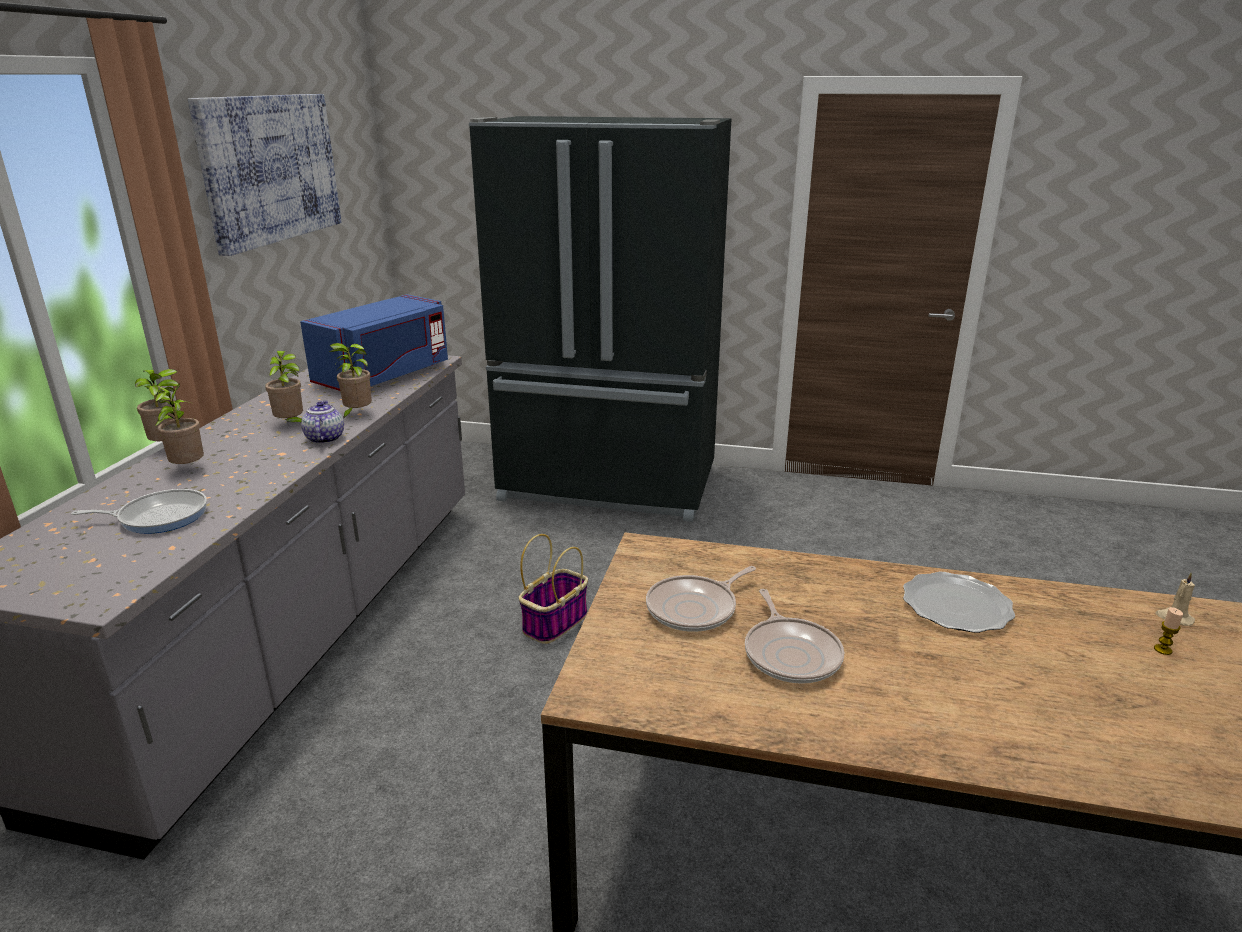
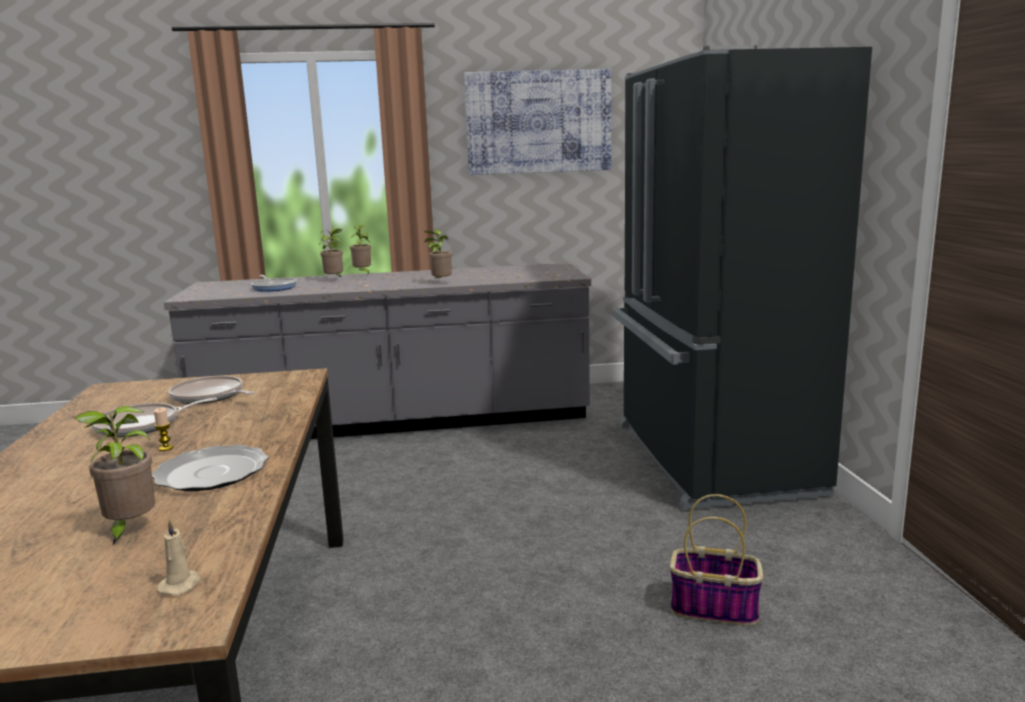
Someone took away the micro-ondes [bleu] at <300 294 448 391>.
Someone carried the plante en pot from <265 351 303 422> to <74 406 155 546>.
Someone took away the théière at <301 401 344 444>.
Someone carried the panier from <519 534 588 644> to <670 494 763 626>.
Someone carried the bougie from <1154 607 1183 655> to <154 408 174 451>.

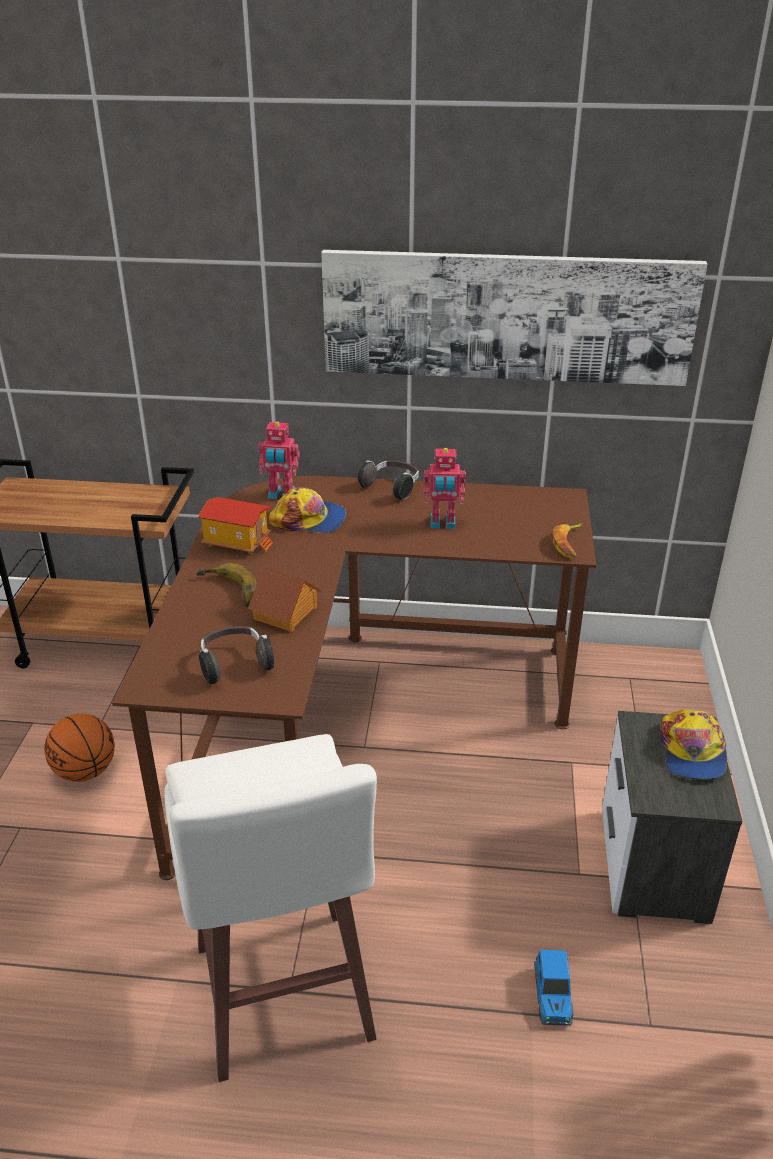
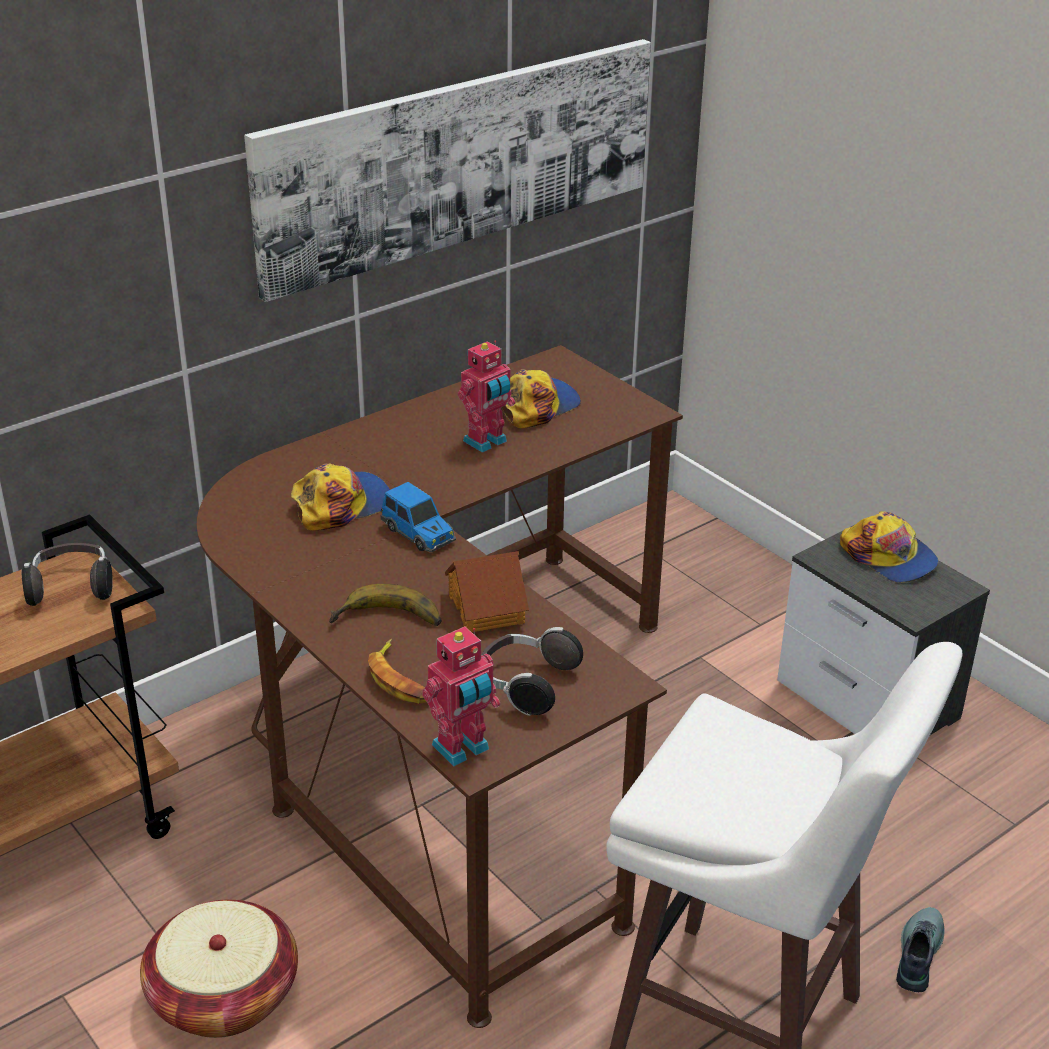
Someone carried the robot jouet from <258 421 300 499> to <422 627 500 766>.
Someone carried the casque audio from <358 460 419 500> to <22 543 113 606>.
Someone took away the maison miniature at <198 497 273 555>.
Someone carried the banane from <553 524 584 558> to <368 639 426 704>.
Someone swapped the ballon de basket at <44 714 115 782> for the panier at <140 900 298 1038>.
Someone carried the petite voiture from <534 950 573 1026> to <380 482 456 552>.
Someone put down the casquette at <501 369 581 428>.
Someone put down the chaussure at <896 907 945 992>.

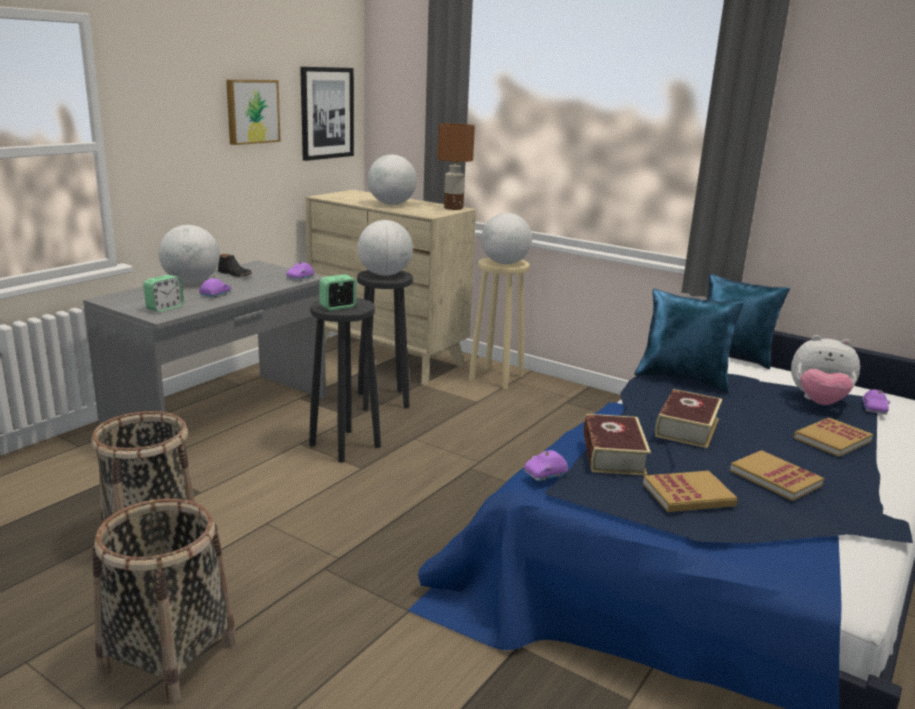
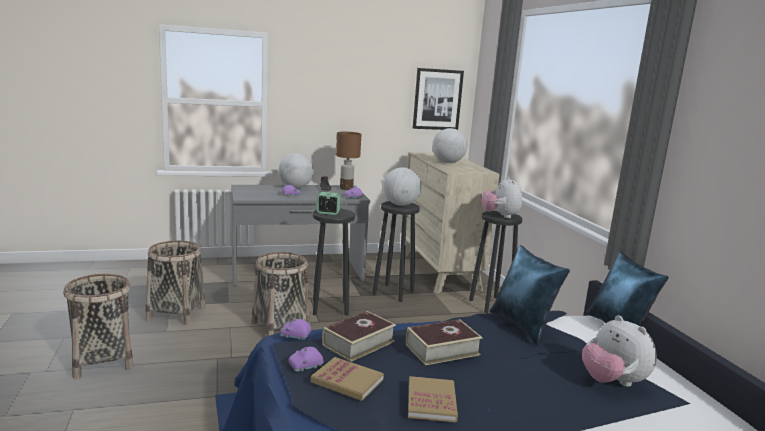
Someone took away the tableau at <226 80 281 145>.
Someone carried the lampe de table [marron] from <438 123 475 210> to <336 132 362 190>.
Someone swapped the globe at <481 213 532 264> for the peluche at <481 177 522 218>.
Someone repainted the tabouret [beige] at <469 257 530 389>, which became the tabouret [noir] at <469 211 522 313>.
Someone took away the réveil at <143 275 184 312>.
Someone carried the petite voiture [violet] from <862 389 890 415> to <289 347 324 372>.
Someone took away the livre at <794 417 873 457>.
Someone put down the panier at <252 252 310 336>.

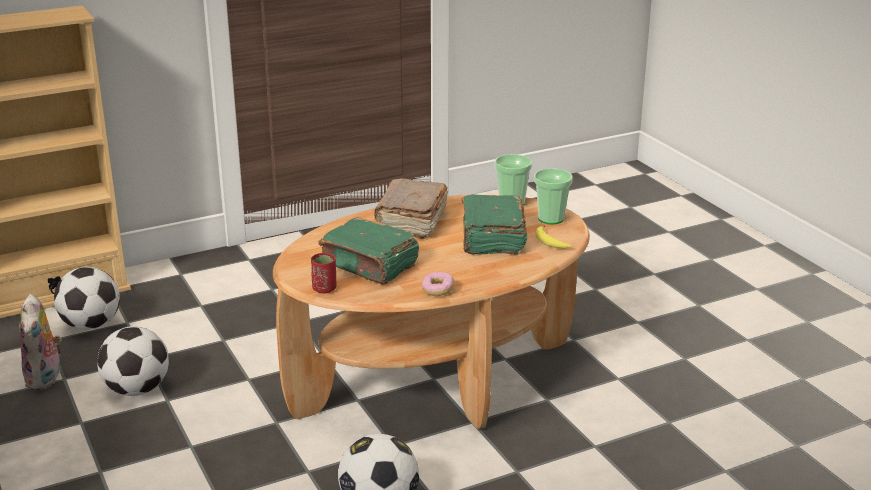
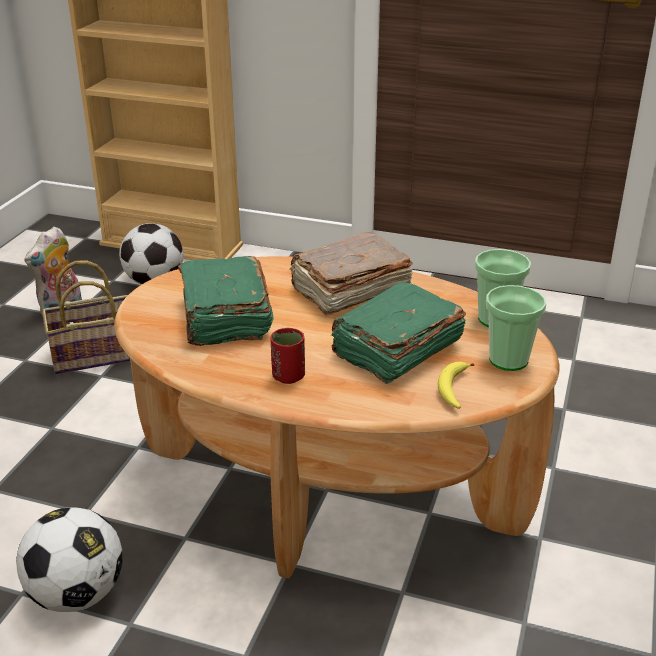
Someone carried the tasse [rouge] from <311 253 336 293> to <271 328 305 384>.
Someone took away the beignet at <422 272 454 296>.
Someone swapped the ballon de foot at <97 326 169 396> for the panier at <42 260 130 374>.

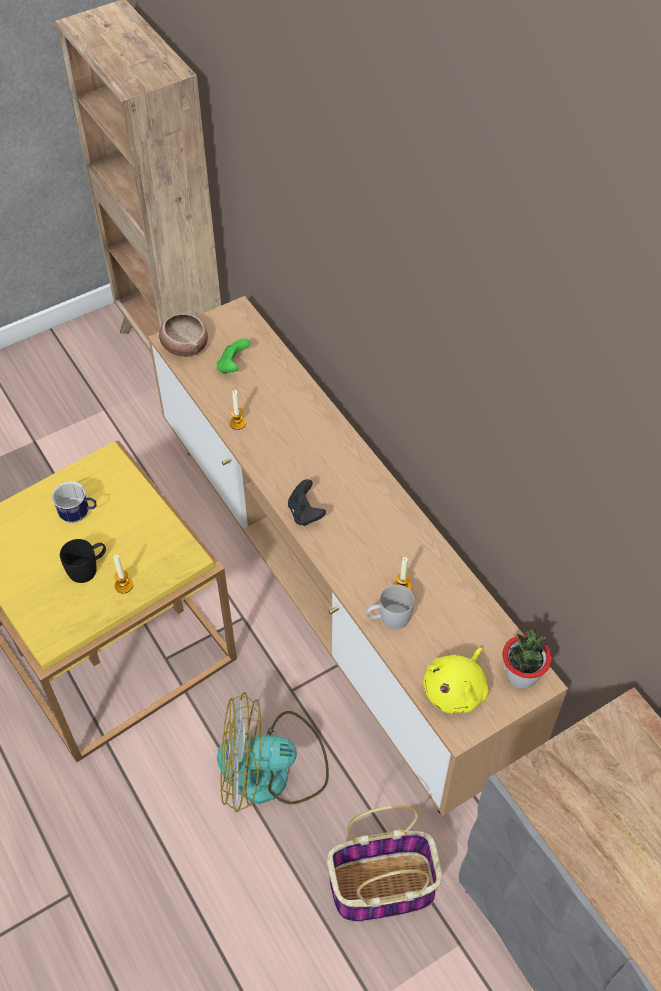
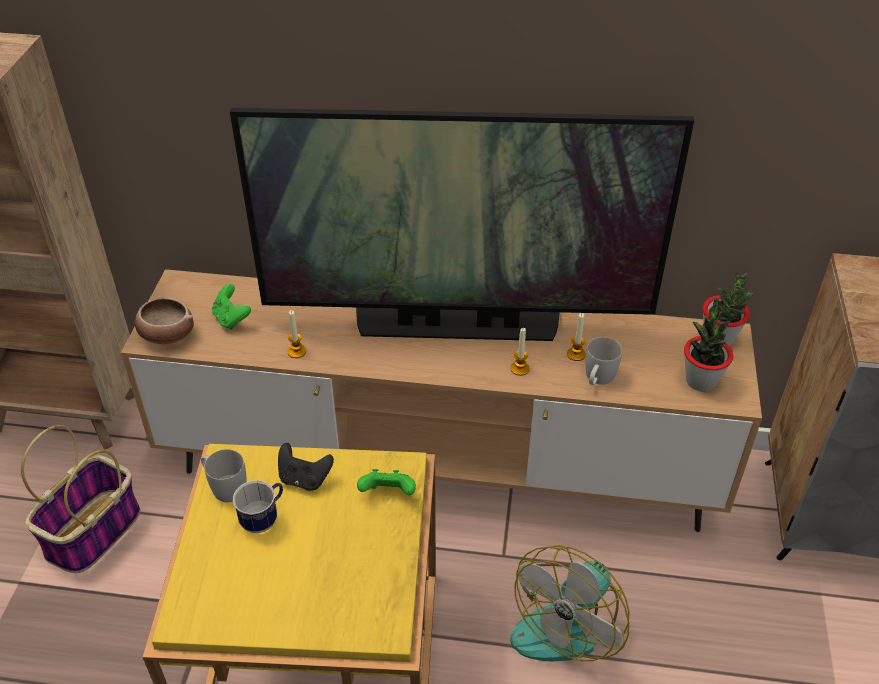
Someone carried the manette [noir] from <288 479 326 526> to <278 443 334 491>.
Someone took away the mug [noir] at <60 539 106 583>.
Someone carried the bougie from <114 555 133 593> to <511 328 530 376>.
Someone swapped the peluche [jaune] at <423 648 489 714> for the plante en pot at <684 298 733 392>.
Someone carried the panier from <327 805 442 922> to <21 425 141 573>.
Someone put down the téléviseur at <230 108 694 341>.
Someone put down the mug [blanc] at <201 449 247 502>.
Someone put down the manette [vert] at <357 469 416 495>.

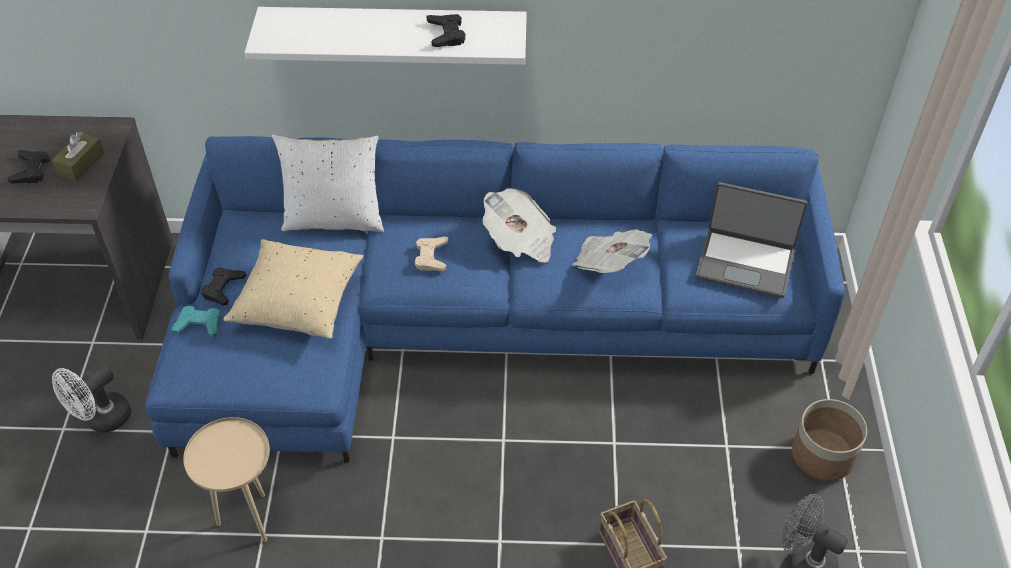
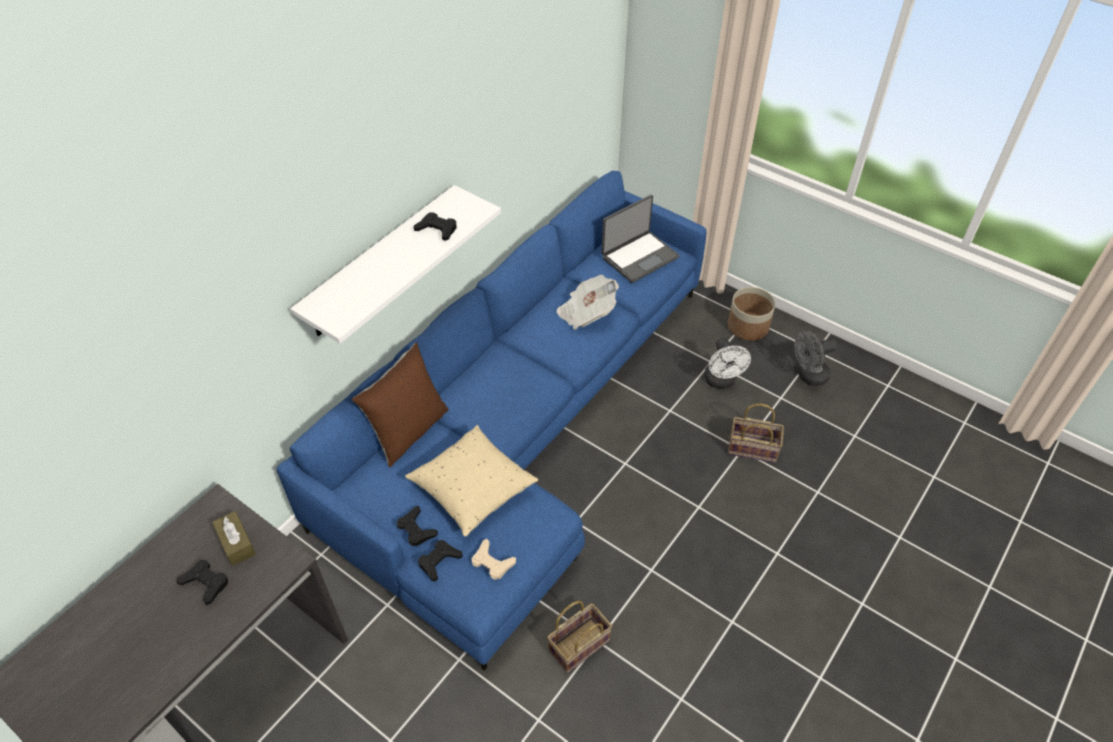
Someone repainted the coussin [blanc] at <272 134 384 232>, which became the coussin [marron] at <352 342 449 467>.
Someone took away the journal at <482 188 556 263>.
Someone carried the manette [beige] from <415 236 448 271> to <471 539 516 580>.
Someone repainted the manette [turquoise] at <171 306 221 337>, which became the manette [noir] at <418 540 463 582>.
Someone carried the ventilateur [blanc] from <52 365 131 433> to <704 338 751 389>.
Someone swapped the table d'appoint [beige] at <183 417 270 543> for the panier at <547 600 612 674>.

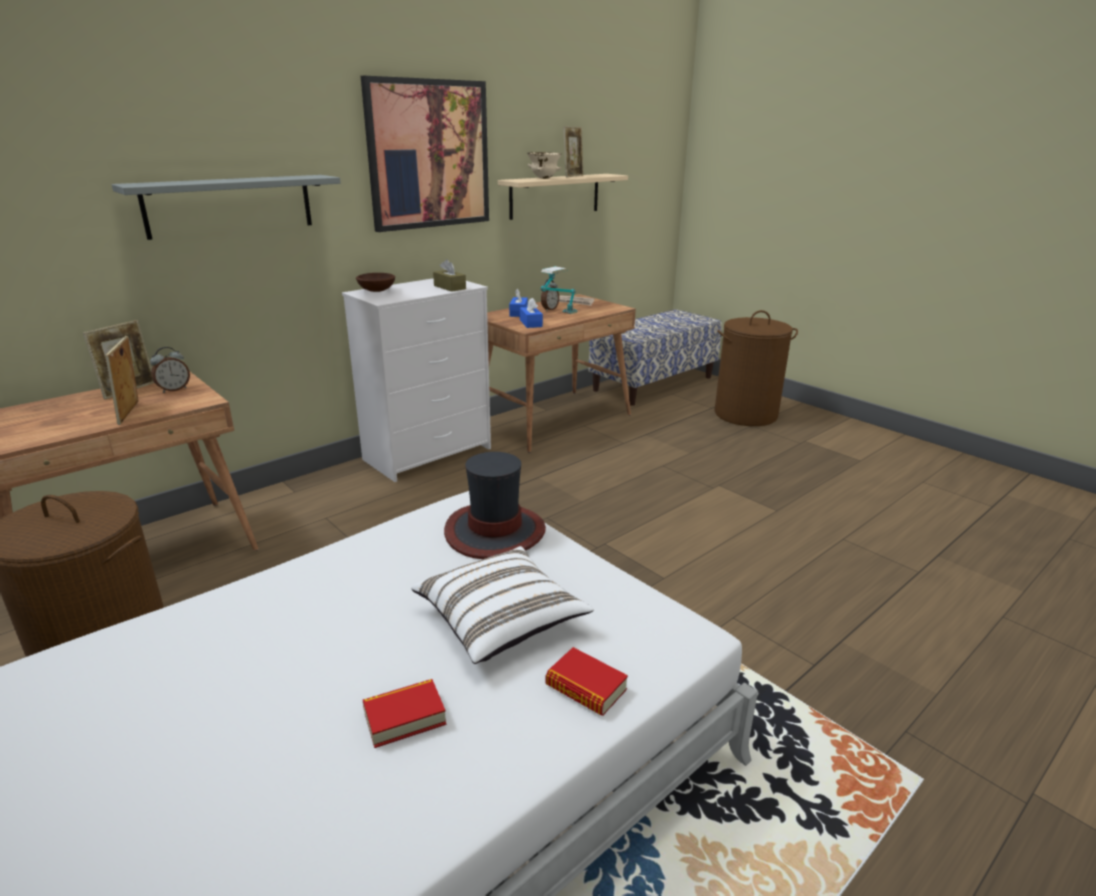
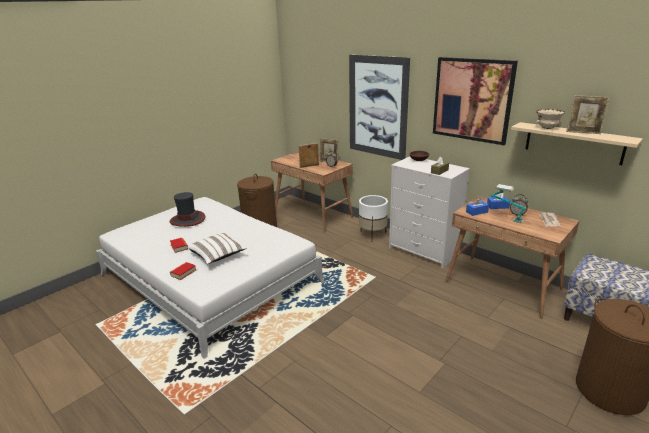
Someone swapped the étagère [gris] at <112 175 341 240> for the tableau at <349 55 410 160>.
Someone carried the chapeau from <444 452 546 559> to <170 192 205 227>.
Someone put down the cache-pot [blanc] at <359 195 388 233>.

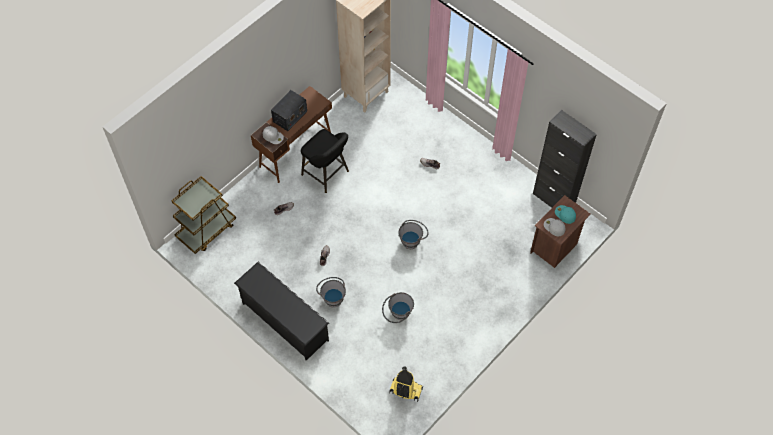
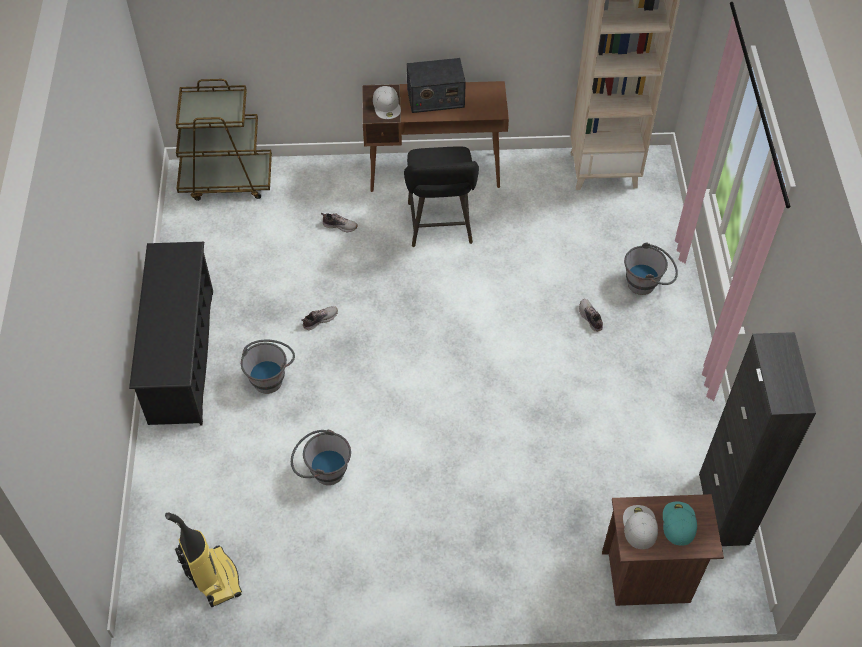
Someone carried the seau [gris] from <398 220 429 249> to <624 242 678 295>.

